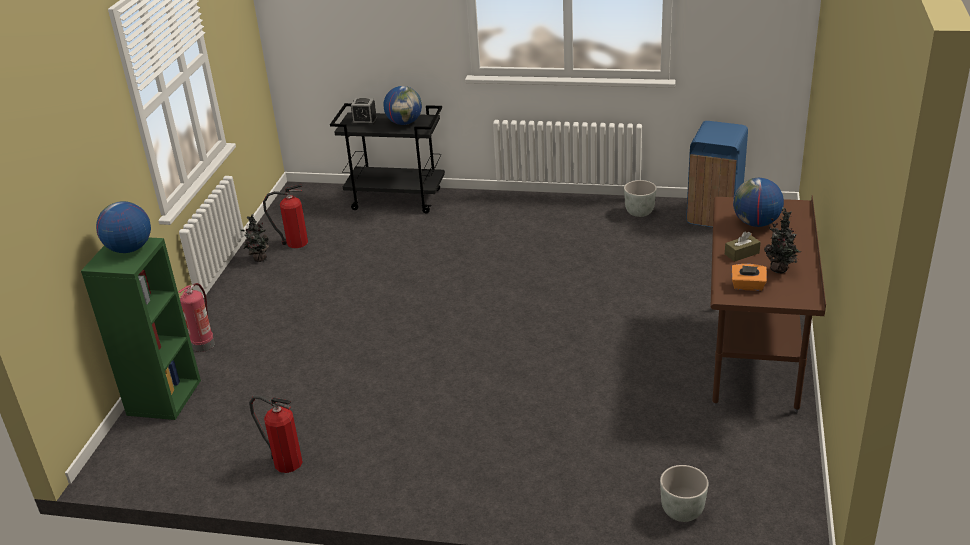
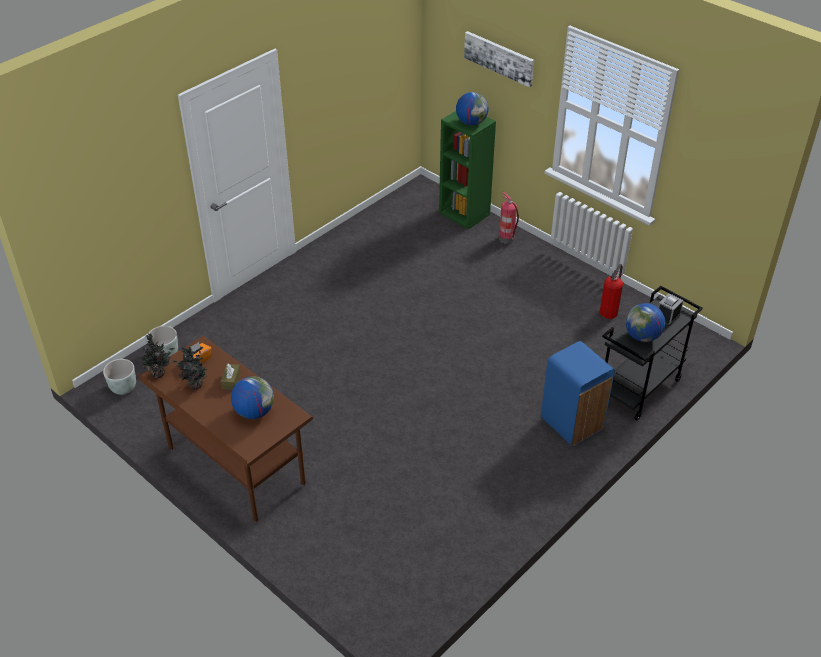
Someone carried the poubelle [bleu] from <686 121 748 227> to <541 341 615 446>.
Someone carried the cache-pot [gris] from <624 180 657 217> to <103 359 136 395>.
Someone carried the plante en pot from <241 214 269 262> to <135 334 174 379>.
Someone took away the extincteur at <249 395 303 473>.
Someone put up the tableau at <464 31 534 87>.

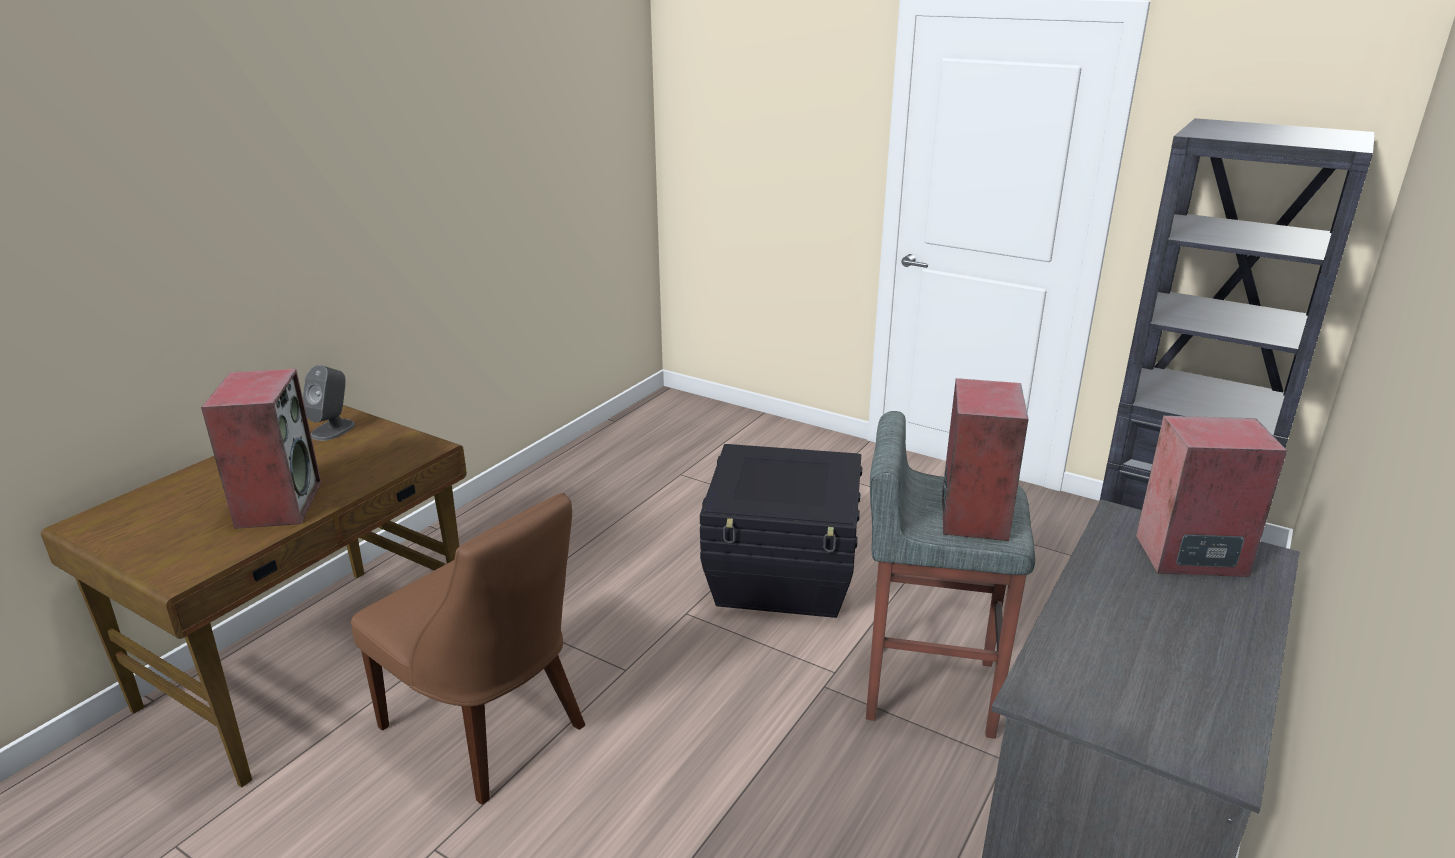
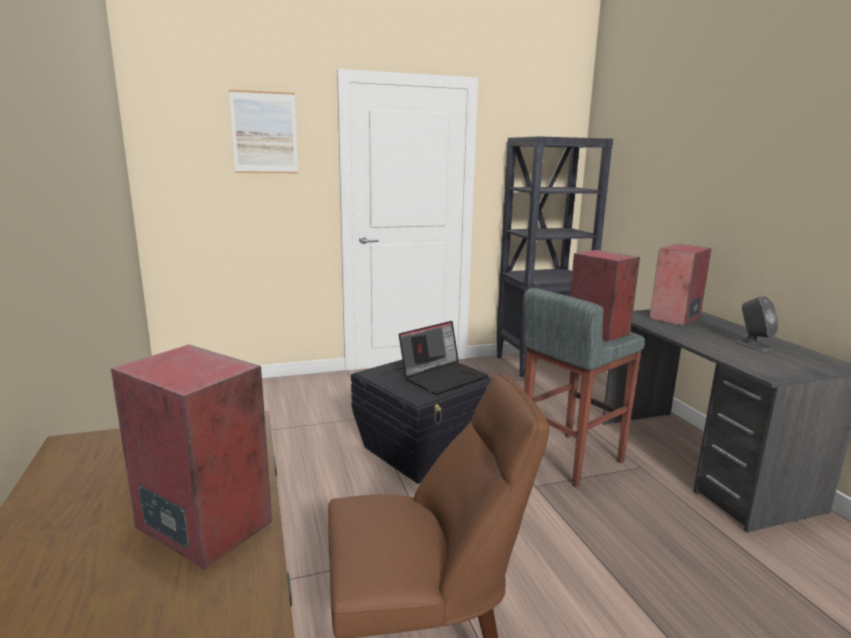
Someone carried the enceinte [gris] from <303 365 355 441> to <735 296 779 351>.
Someone put up the tableau at <229 90 298 173>.
Someone put down the ordinateur portable at <399 321 489 395>.

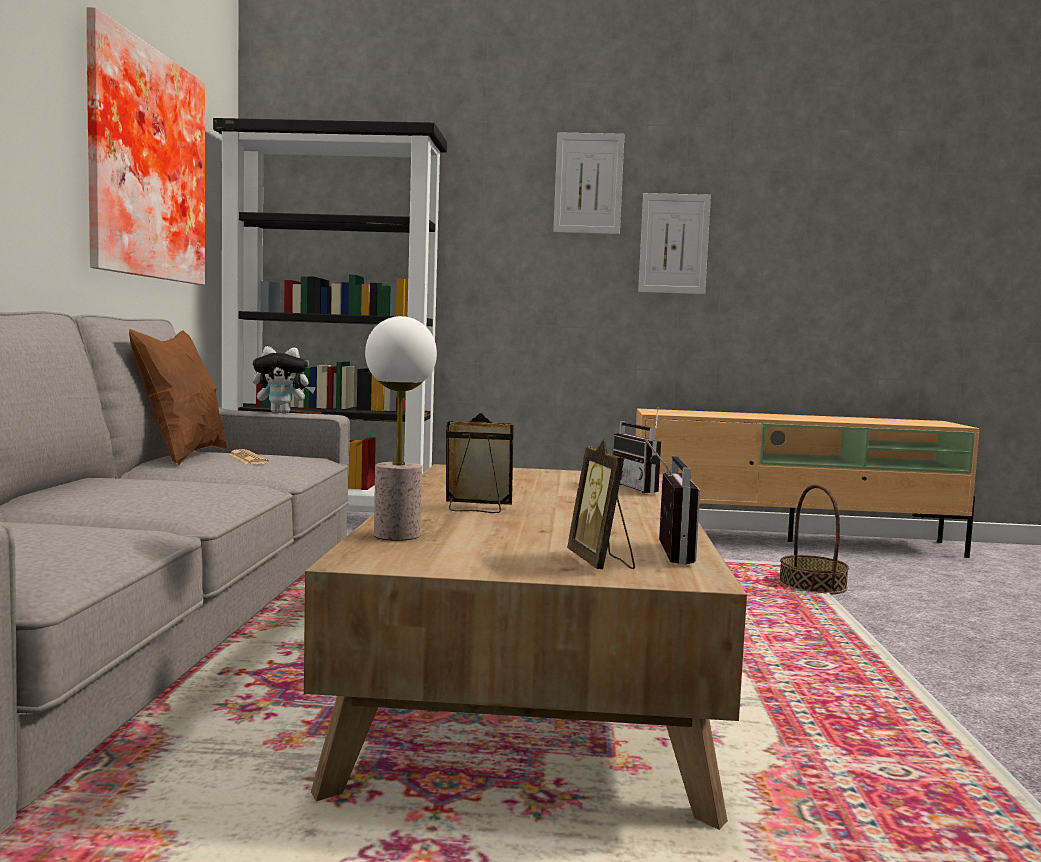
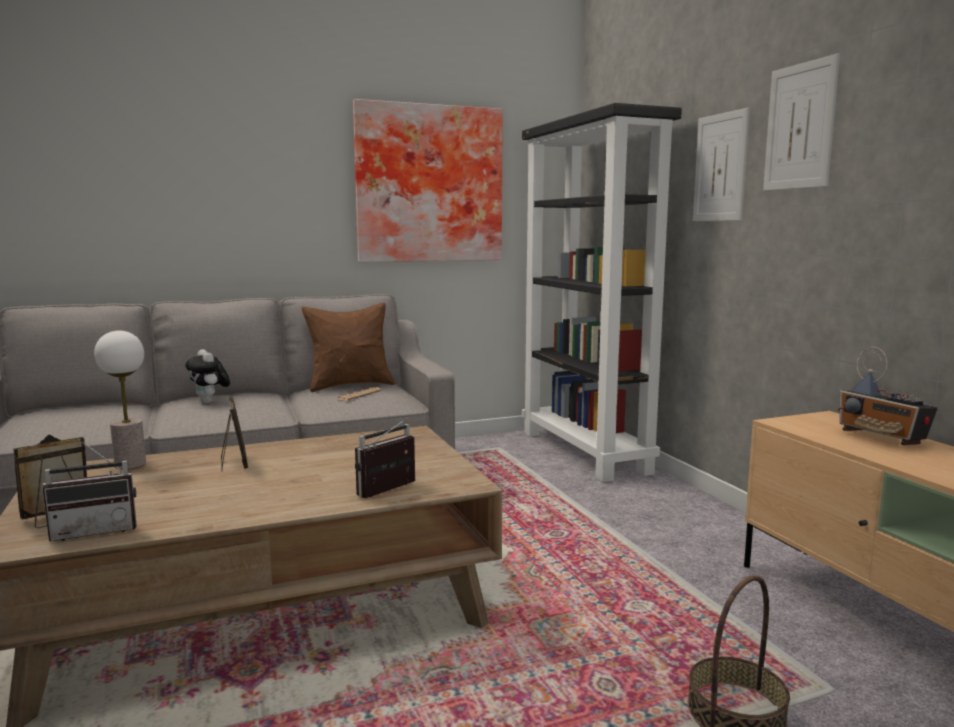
Someone carried the tableau from <638 193 711 294> to <693 108 750 221>.
Someone carried the peluche from <253 346 316 414> to <185 349 230 404>.
Someone put down the radio at <838 347 938 445>.

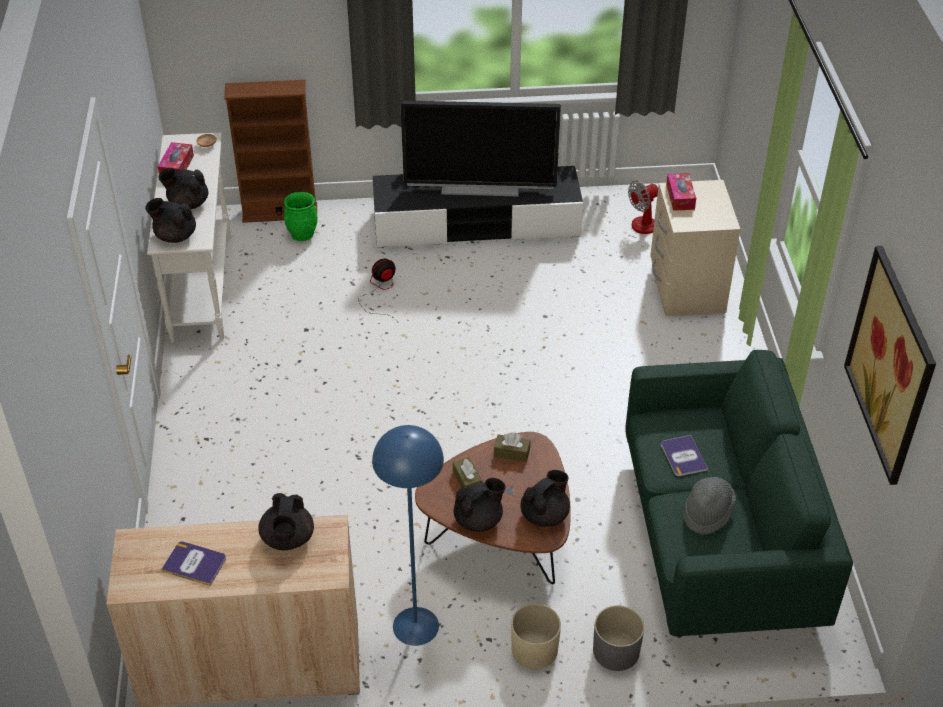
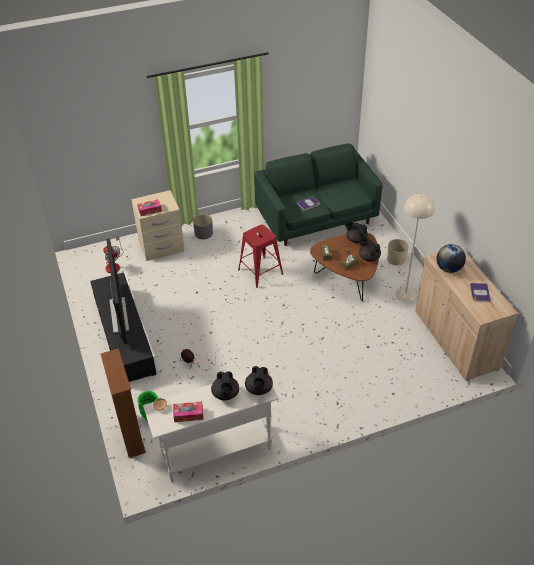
Someone took away the tableau at <844 246 936 485>.
Someone repainted the lampadaire [bleu] at <372 425 444 646>, which became the lampadaire [beige] at <396 194 435 302>.
Someone took away the chapeau [gris] at <684 477 736 535>.
Someone swapped the théière [noir] at <258 493 314 550> for the globe at <437 244 466 273>.
Someone carried the cache-pot [gris] from <593 605 644 671> to <193 214 213 239>.
Someone put down the tabouret [rouge] at <238 225 283 288>.

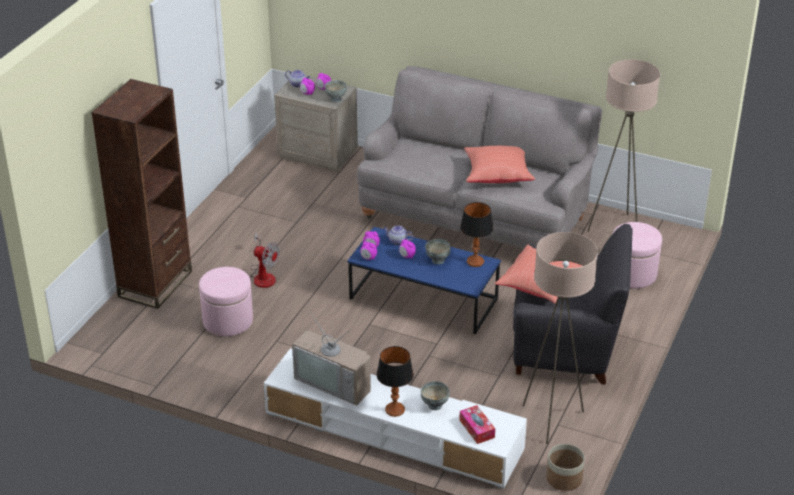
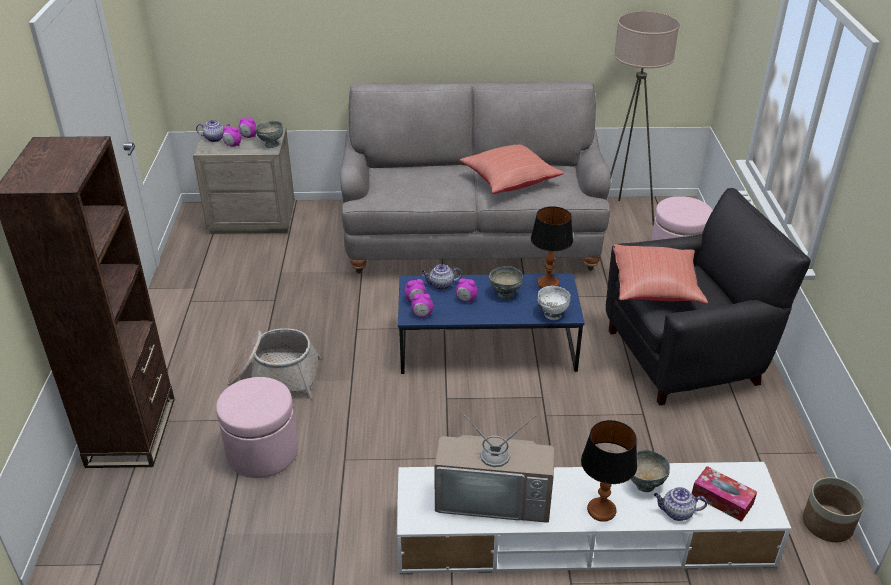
Someone took away the lampadaire [beige] at <523 232 598 444>.
Someone swapped the ventilateur at <250 233 279 288> for the panier at <227 328 321 399>.
Someone put down the bol [blanc] at <537 286 570 320>.
Someone put down the théière at <654 487 707 521>.

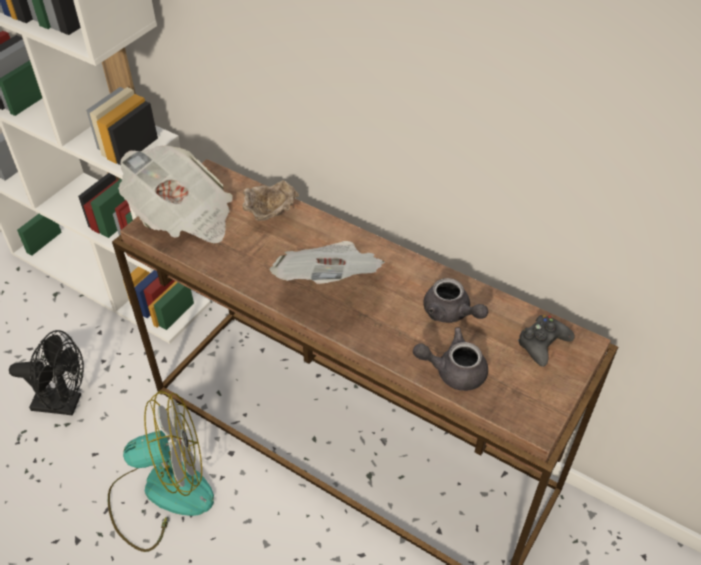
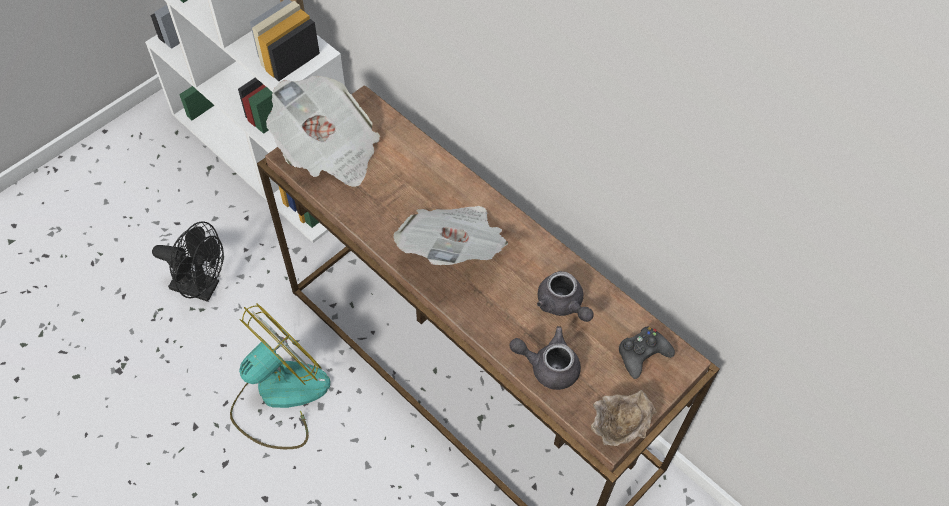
Someone carried the bol [beige] from <242 180 299 221> to <591 390 657 446>.
Someone rotated the ventilateur at <108 390 214 552> by 45 degrees counterclockwise.

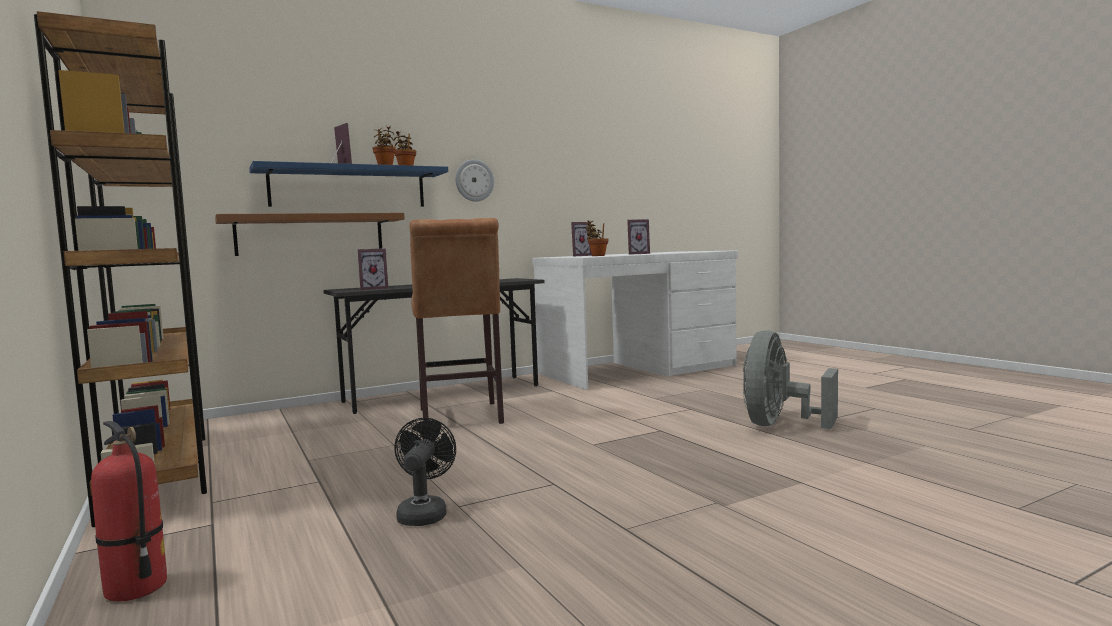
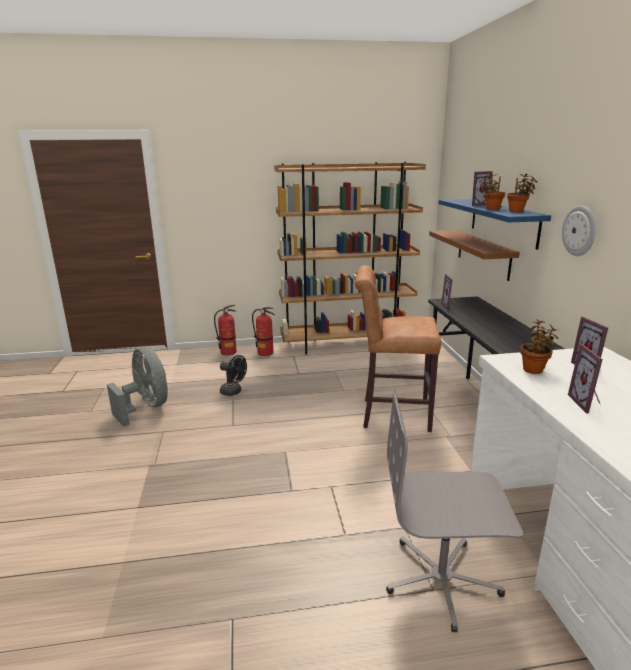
Someone carried the ventilateur [gris] from <743 330 838 429> to <107 347 168 427>.
Someone put down the extincteur at <252 307 275 356>.
Someone put down the chaise de bureau [gris] at <386 389 523 632>.

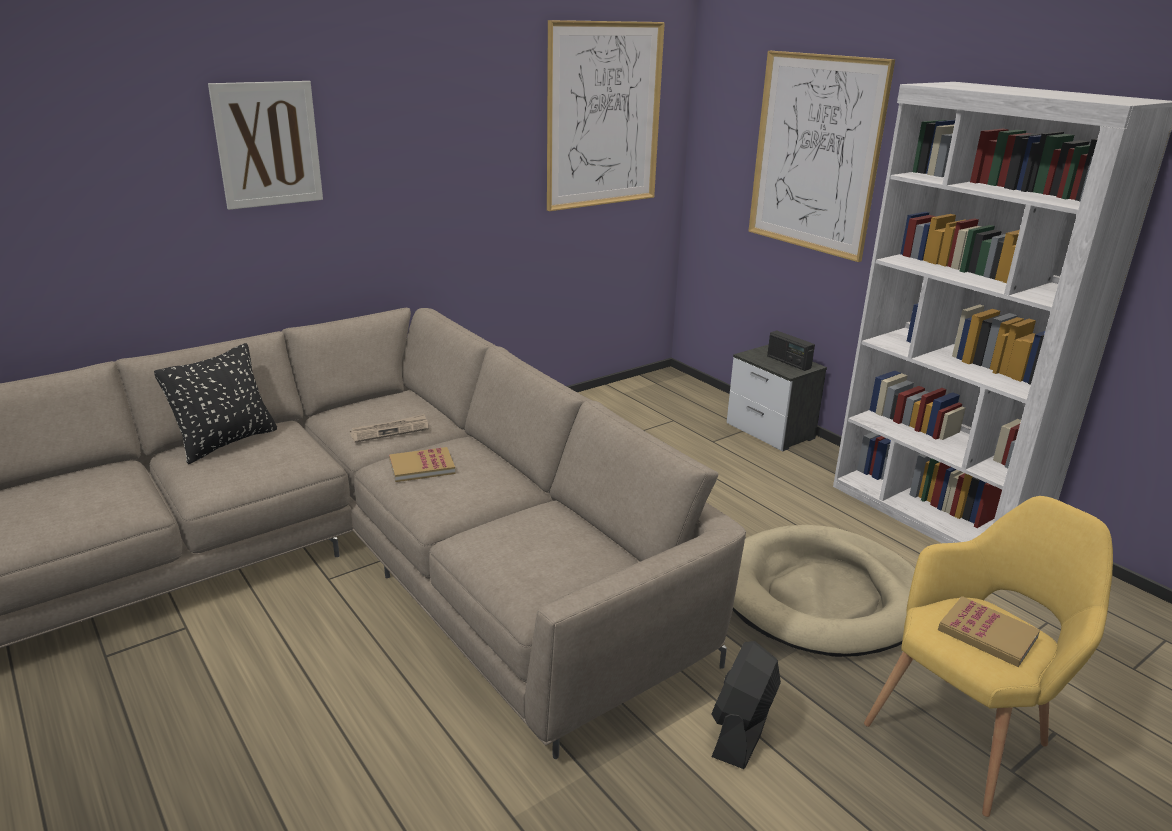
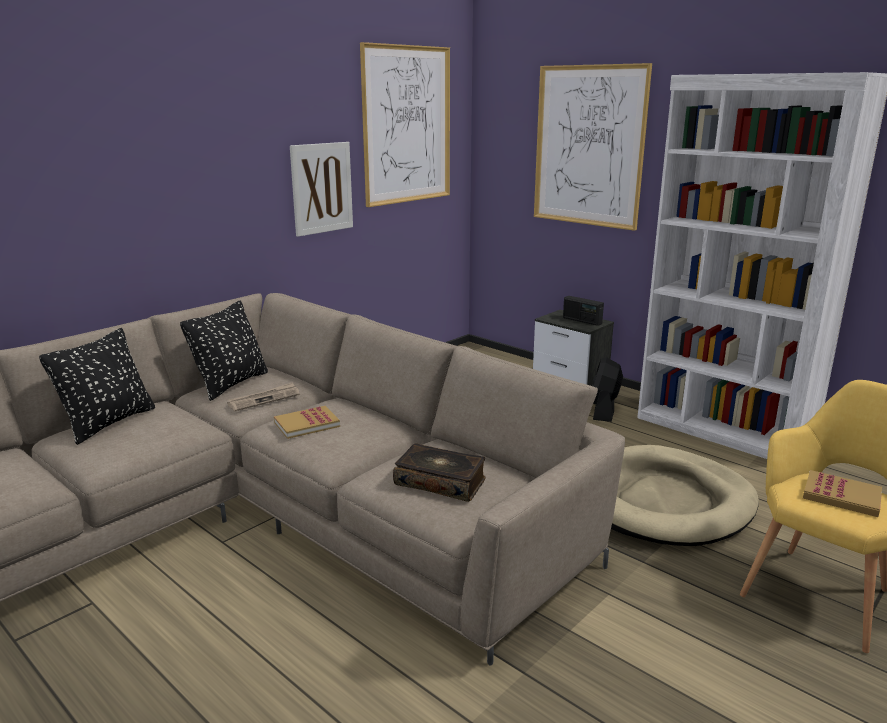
Someone carried the tableau from <208 81 323 210> to <290 142 353 237>.
Someone carried the ventilateur [noir] from <711 641 781 769> to <592 357 623 422>.
Someone put down the coussin [noir] at <180 300 268 401>.
Someone put down the livre at <393 443 485 502>.

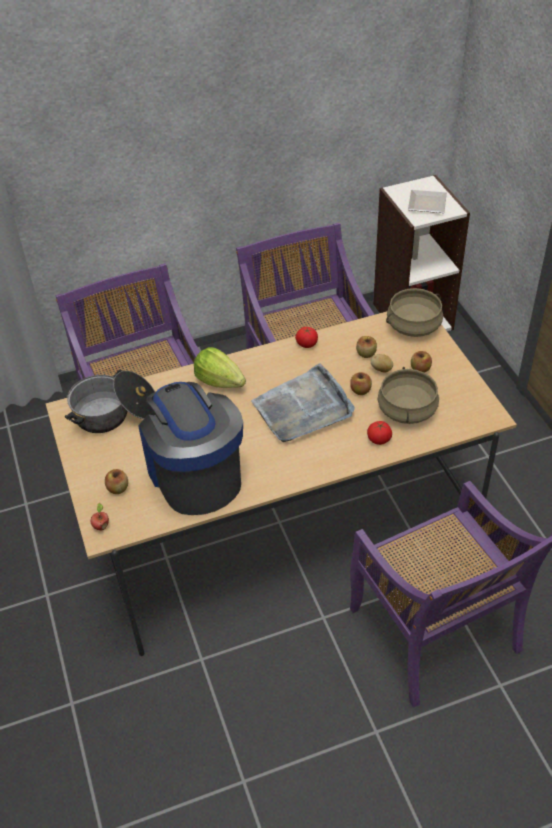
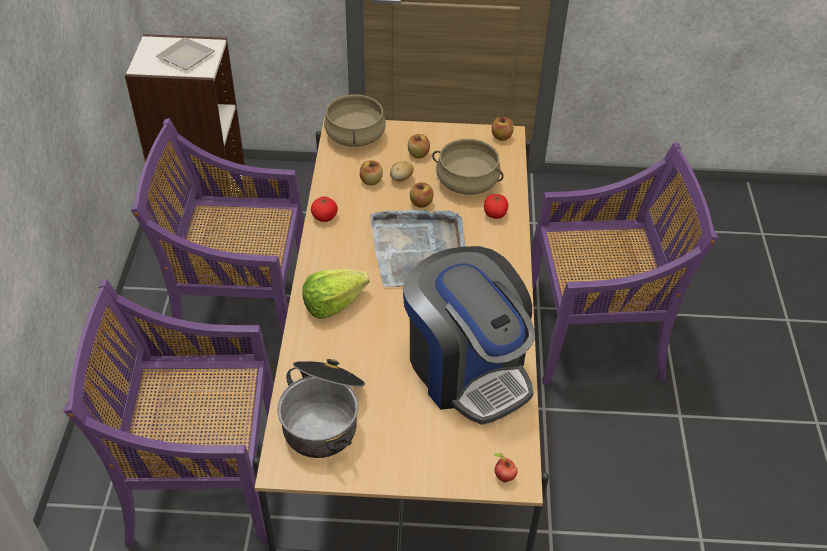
Someone rotated the machine à café at <139 382 243 515> by 120 degrees counterclockwise.
Someone carried the pomme from <105 469 128 494> to <492 117 514 141>.

